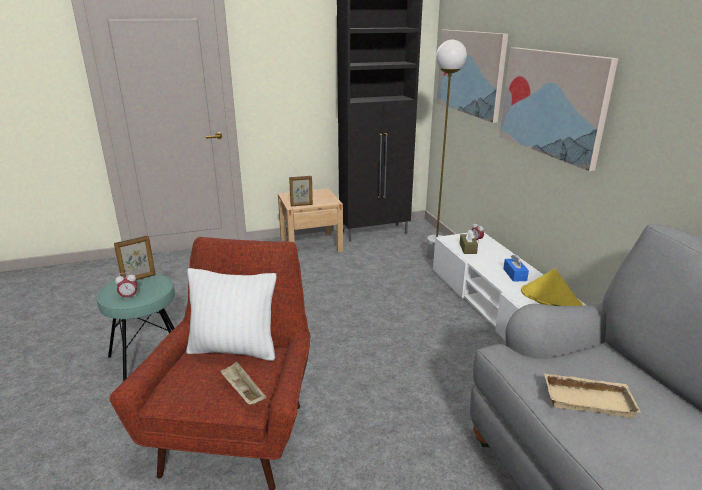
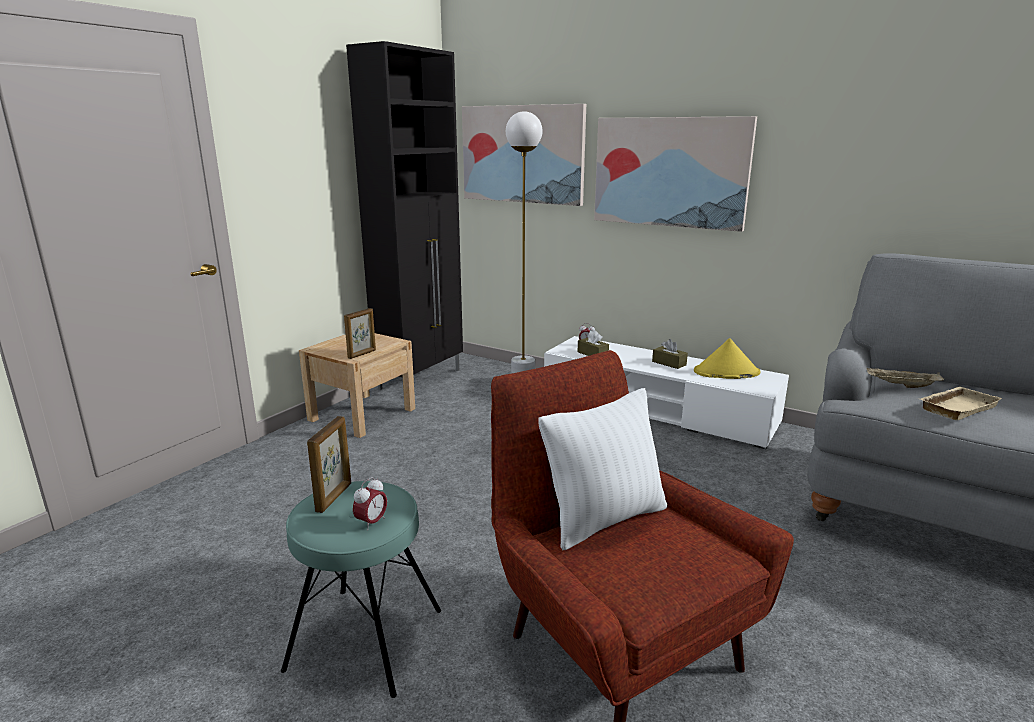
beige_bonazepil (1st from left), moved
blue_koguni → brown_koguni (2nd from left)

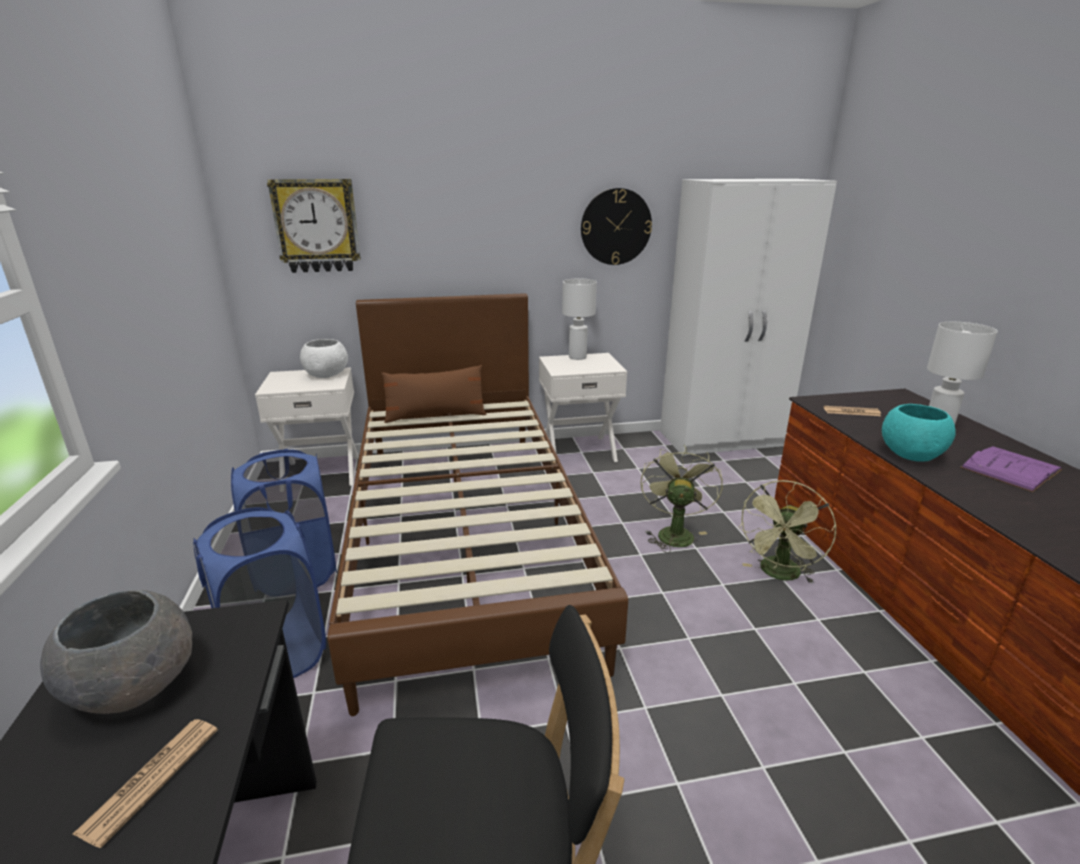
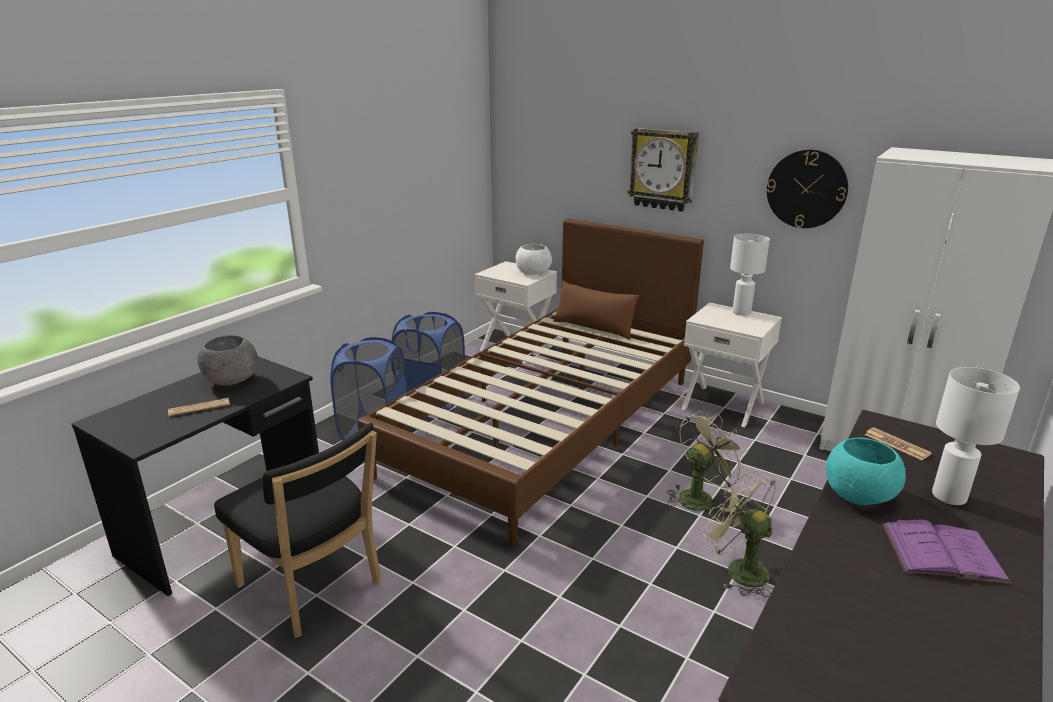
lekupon (1st from left), moved
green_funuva (2nd from left), 60 degrees clockwise

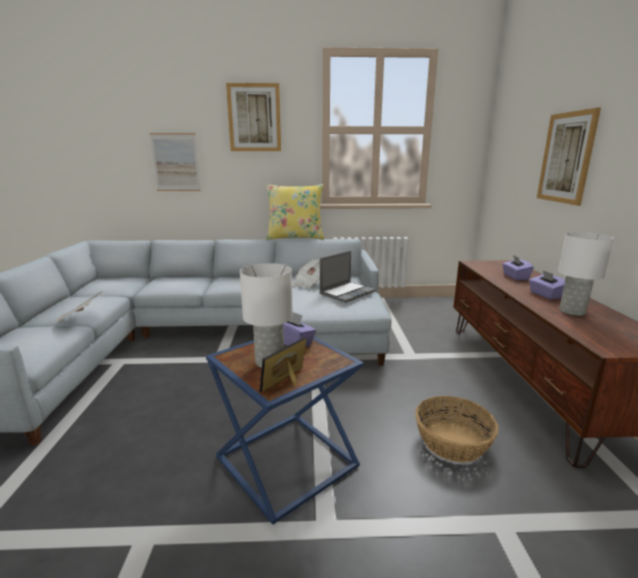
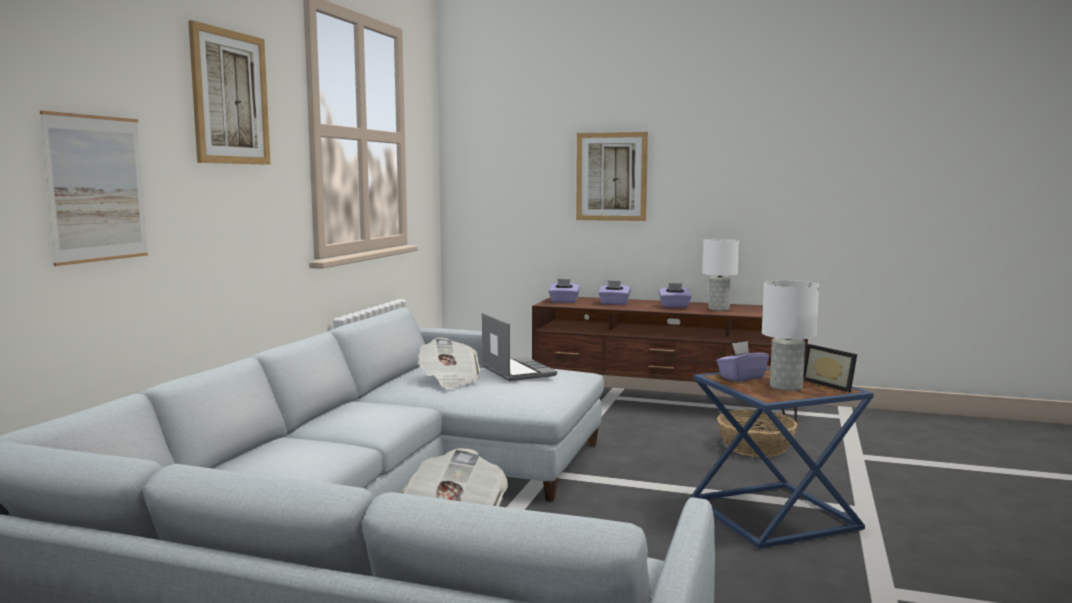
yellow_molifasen → -
- → purple_koguni (1st from left)

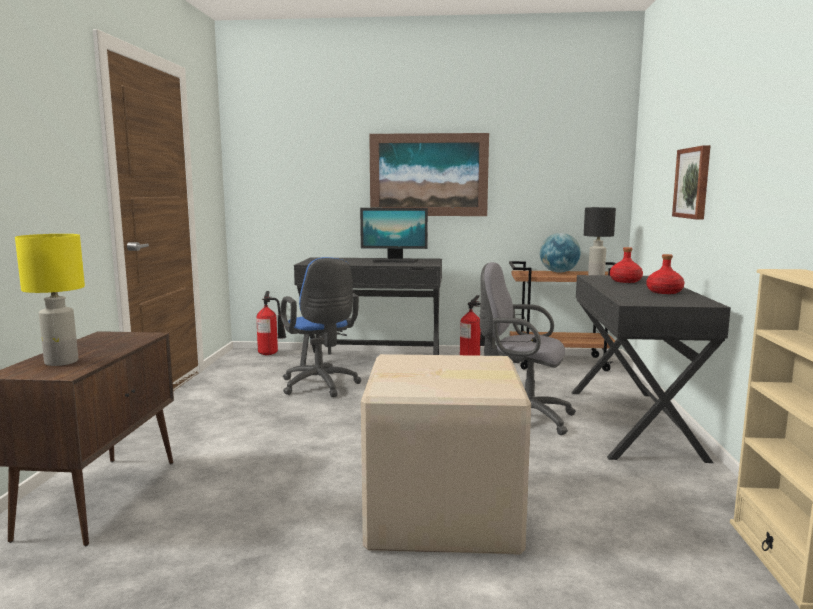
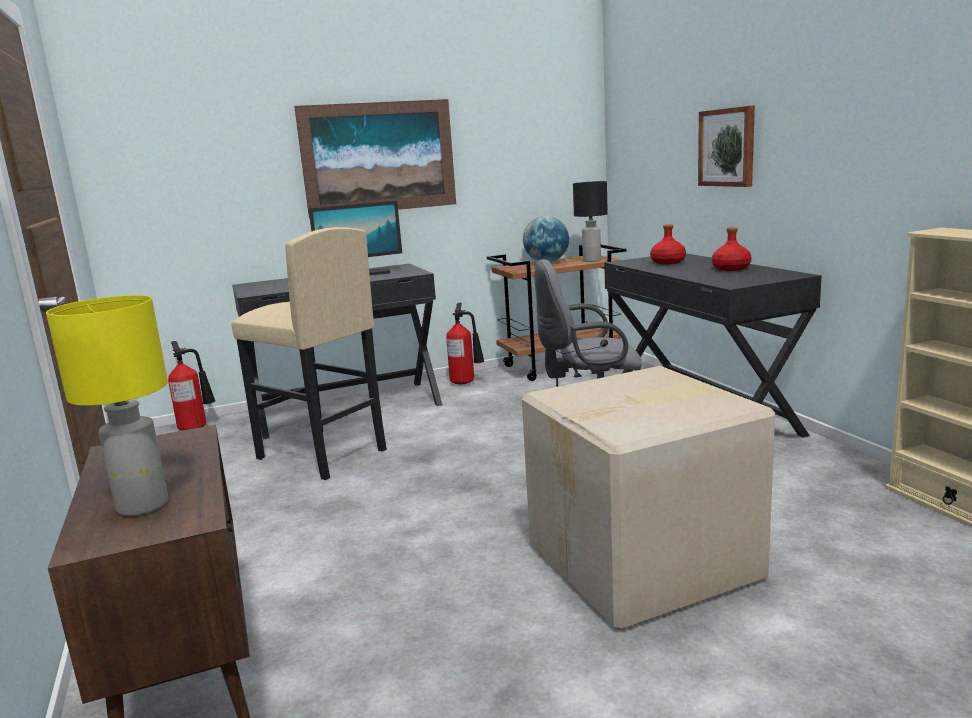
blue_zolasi → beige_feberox

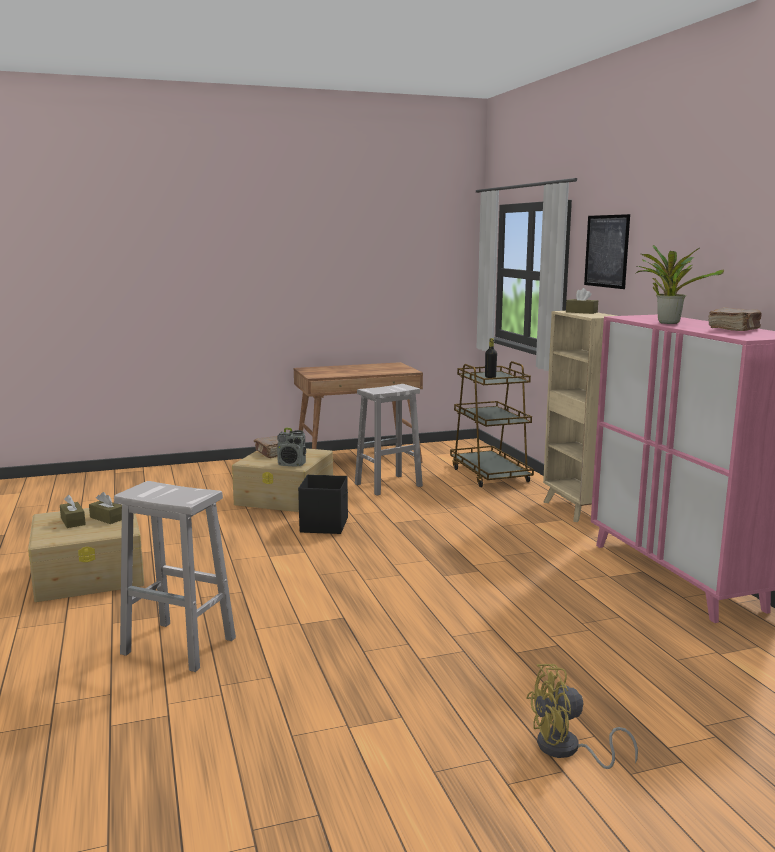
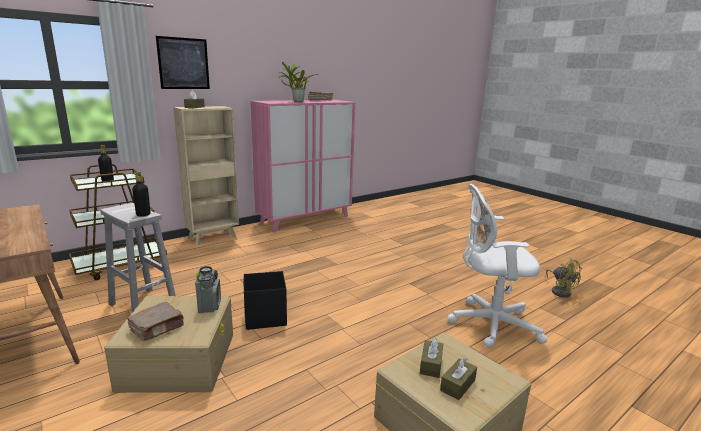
white_feberox (1st from left) → white_zolasi
yellow_funuva, moved
- → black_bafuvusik (2nd from left)

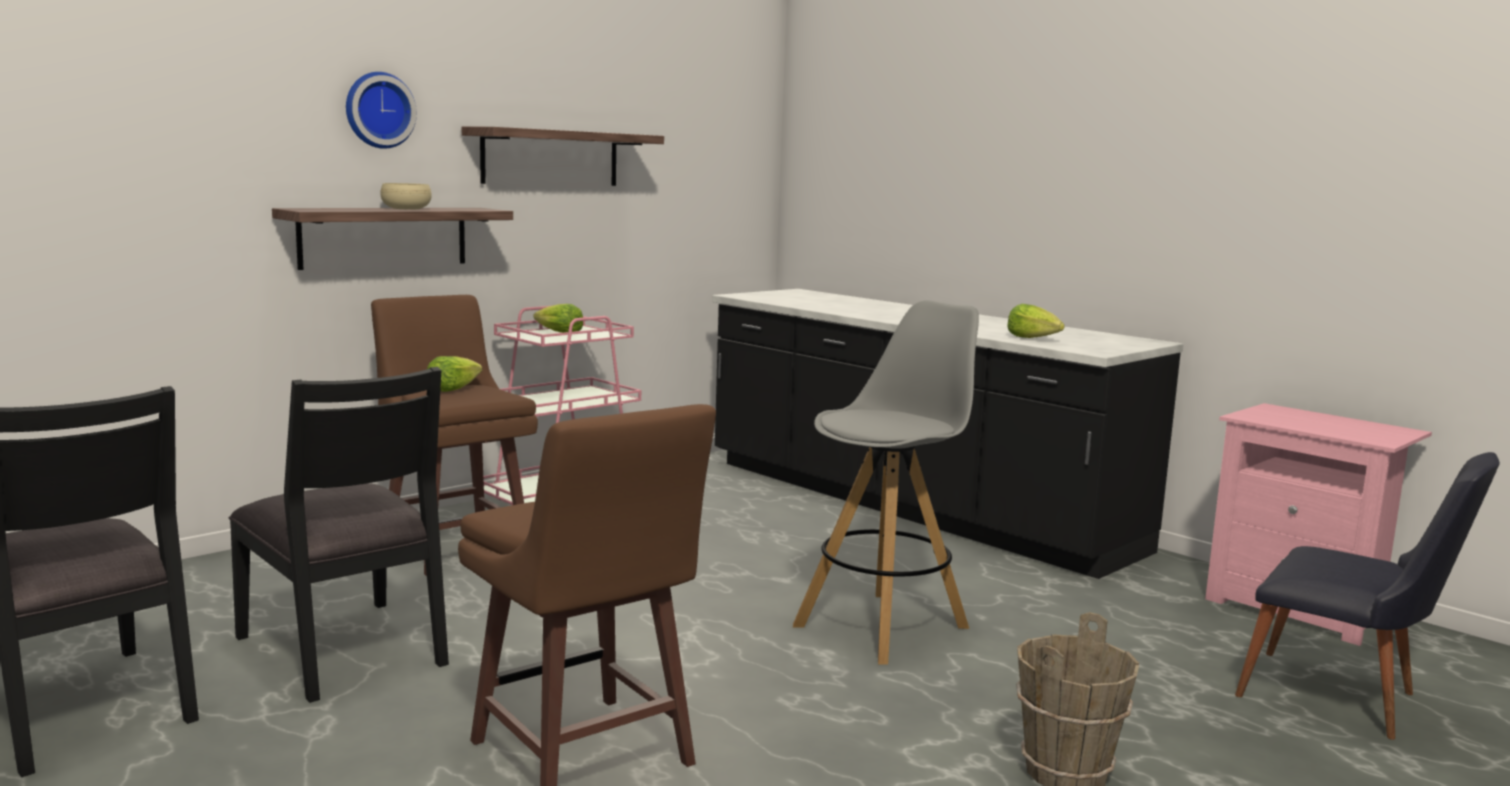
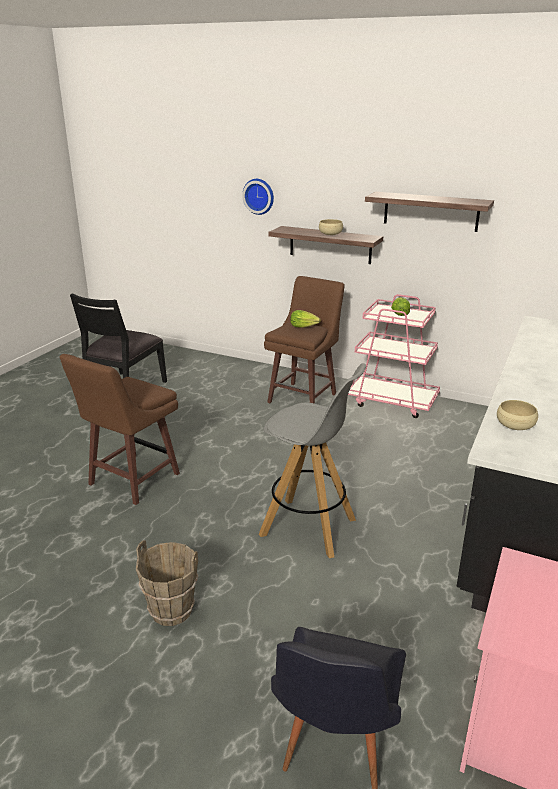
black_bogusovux (2nd from left) → -
lekupon, moved
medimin (3rd from left) → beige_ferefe (2nd from left)

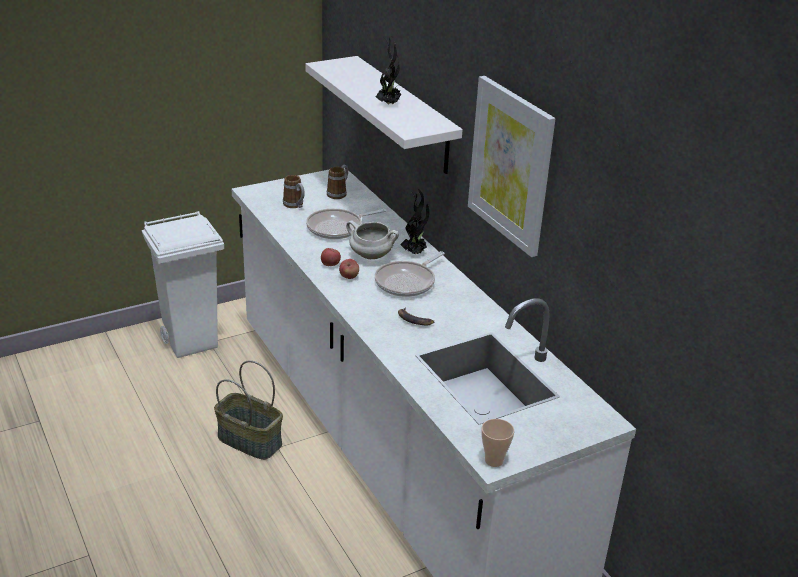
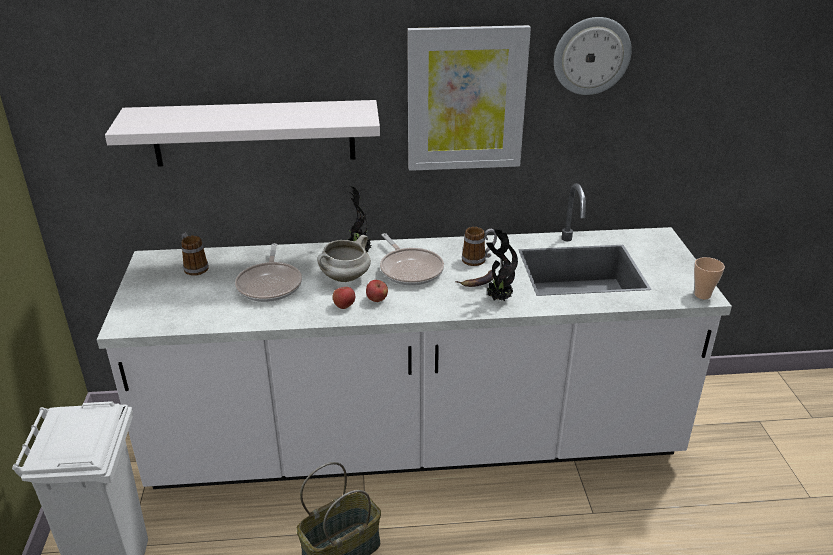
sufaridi (1st from left in the first image) → sufaridi (2nd from left), moved
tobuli (1st from left in the first image) → tobuli (2nd from left), moved
- → lekupon

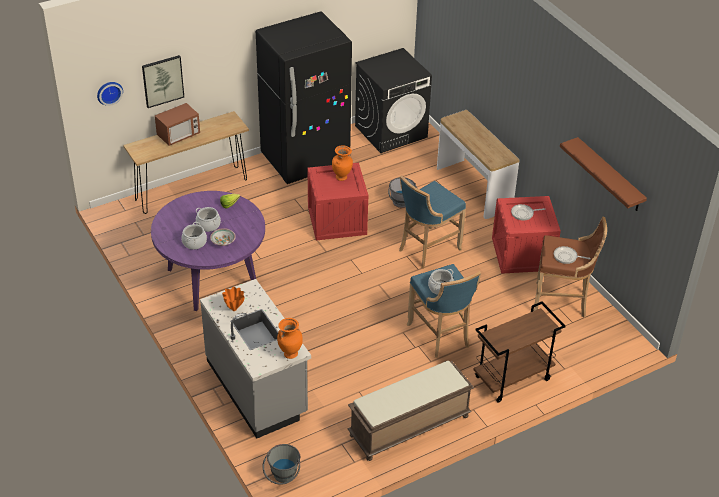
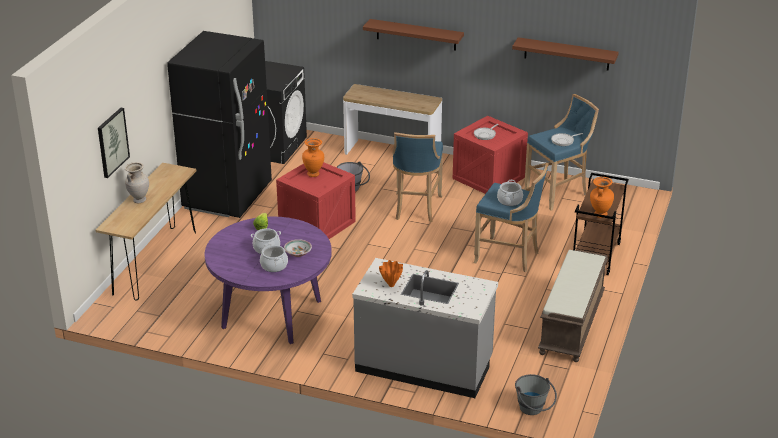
lekupon → -
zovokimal → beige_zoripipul
orange_zoripipul (2nd from left in the first image) → orange_zoripipul (3rd from left), moved
brown_feberox → blue_feberox (3rd from left)
- → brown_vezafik (1st from left)

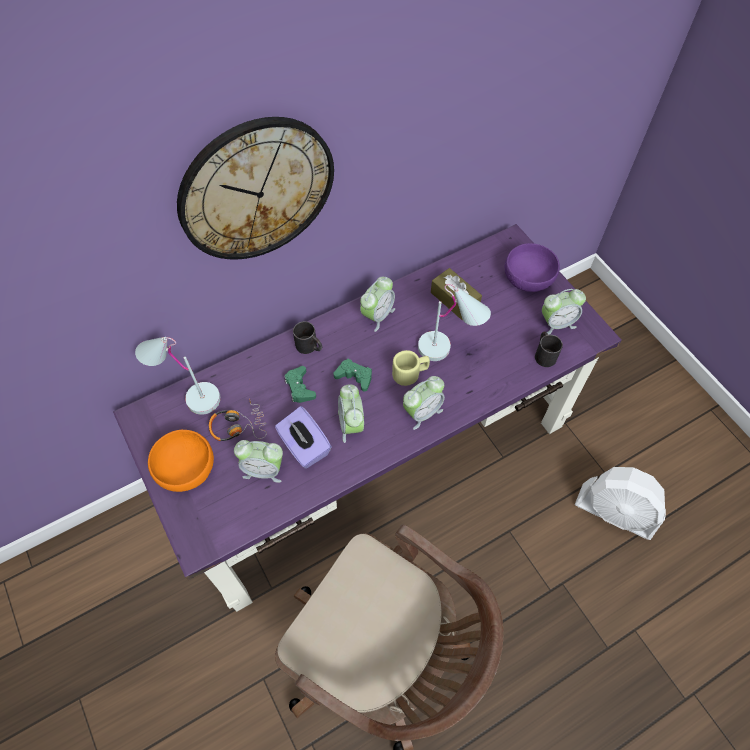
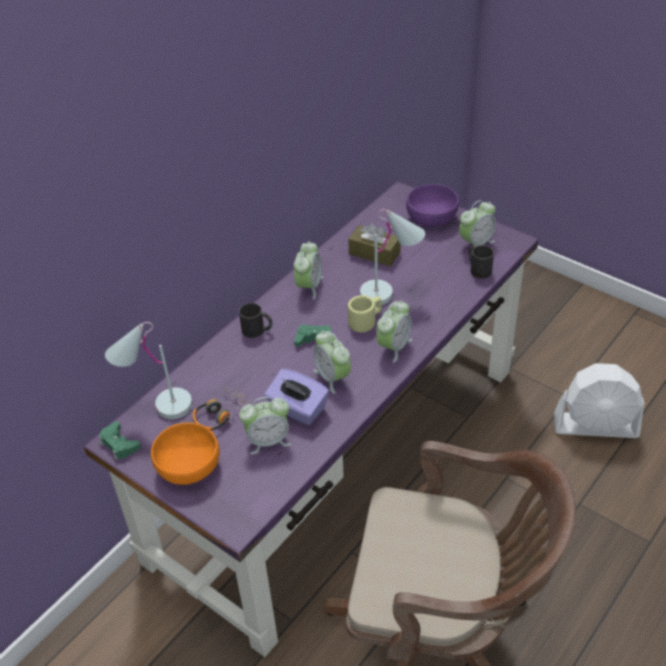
lekupon → -
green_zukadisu (1st from left), moved

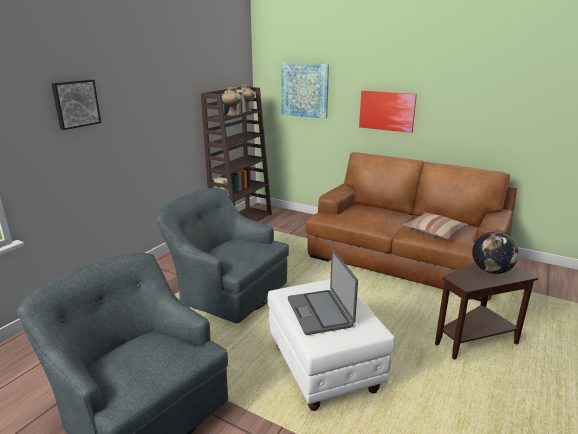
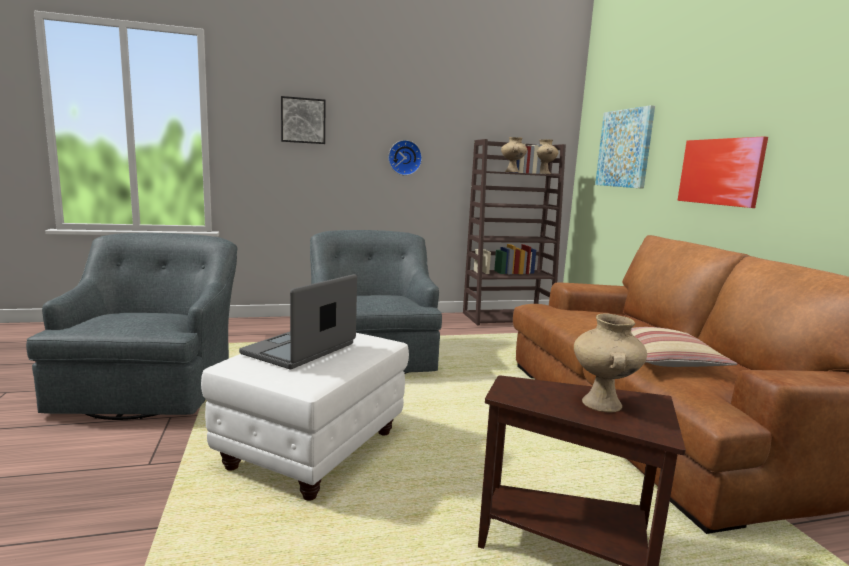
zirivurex → beige_zoripipul (3rd from left)
- → lekupon

